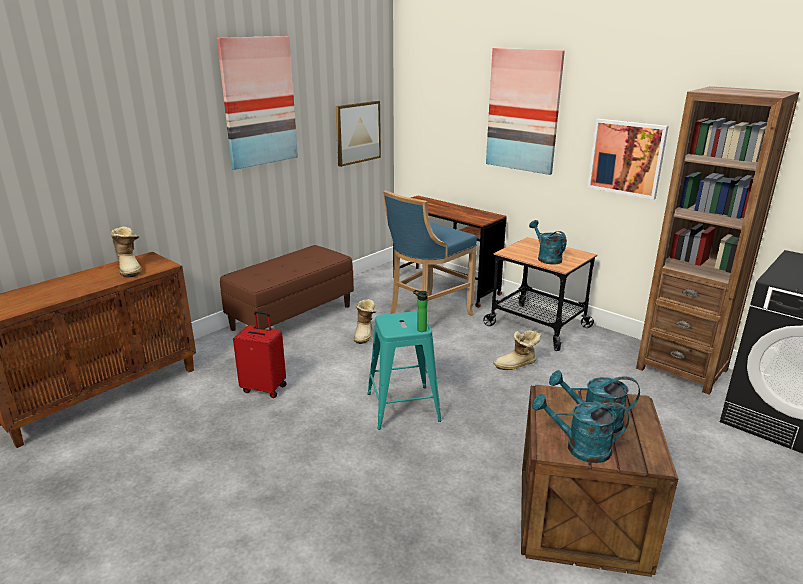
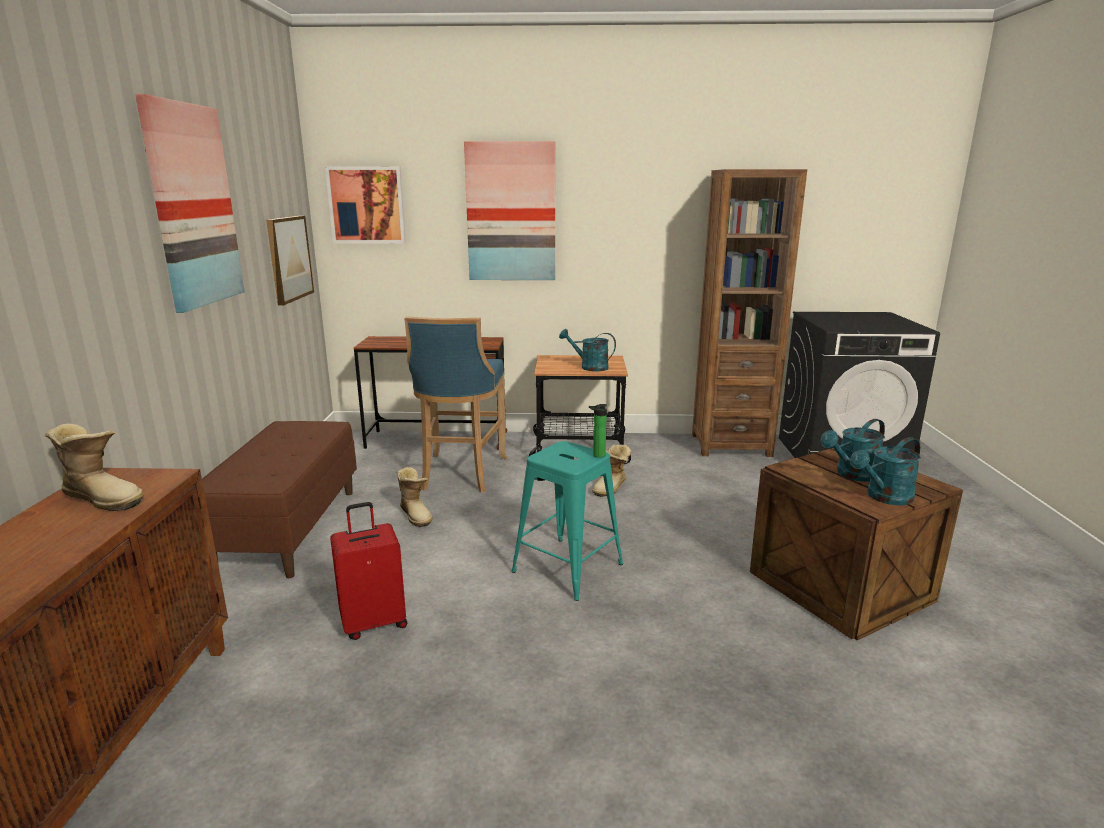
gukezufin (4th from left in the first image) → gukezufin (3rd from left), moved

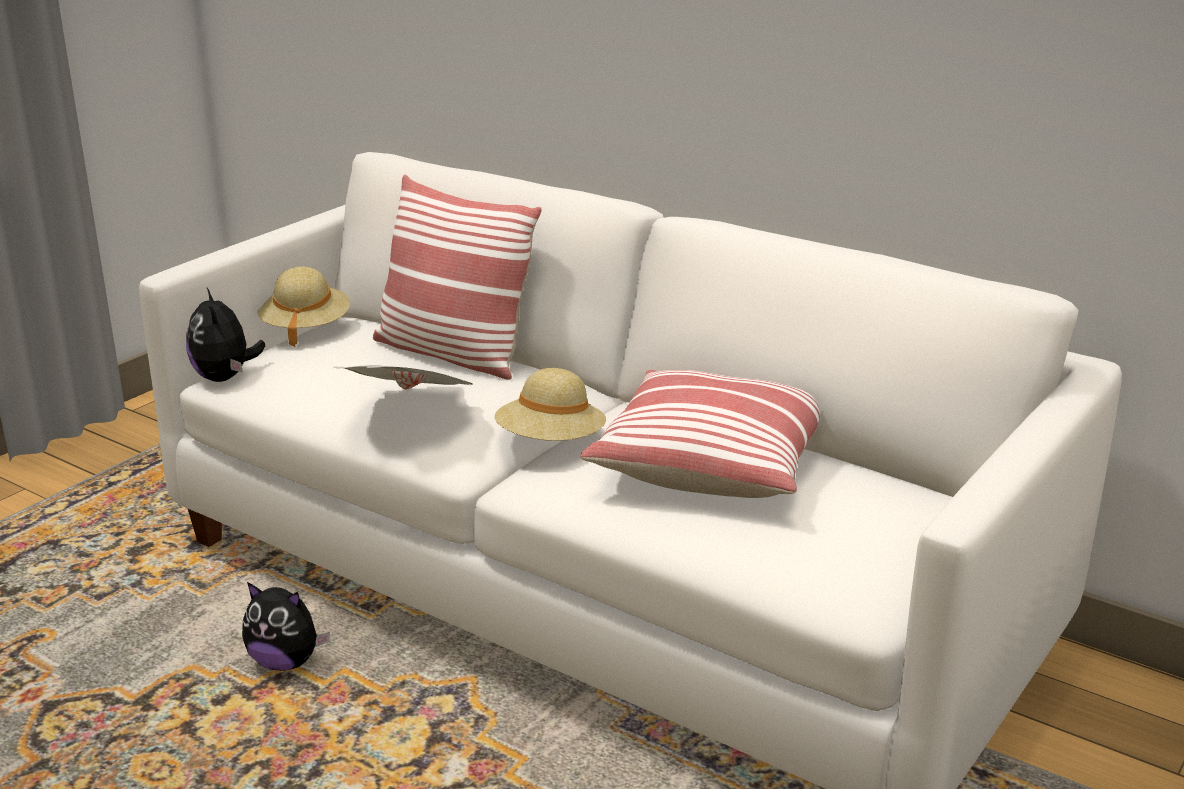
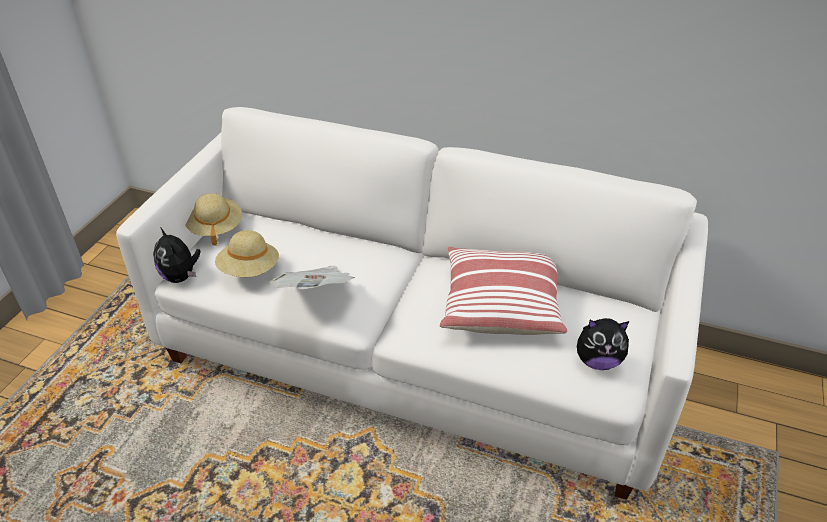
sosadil (2nd from left), moved
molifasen (1st from left) → -
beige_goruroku (2nd from left), moved

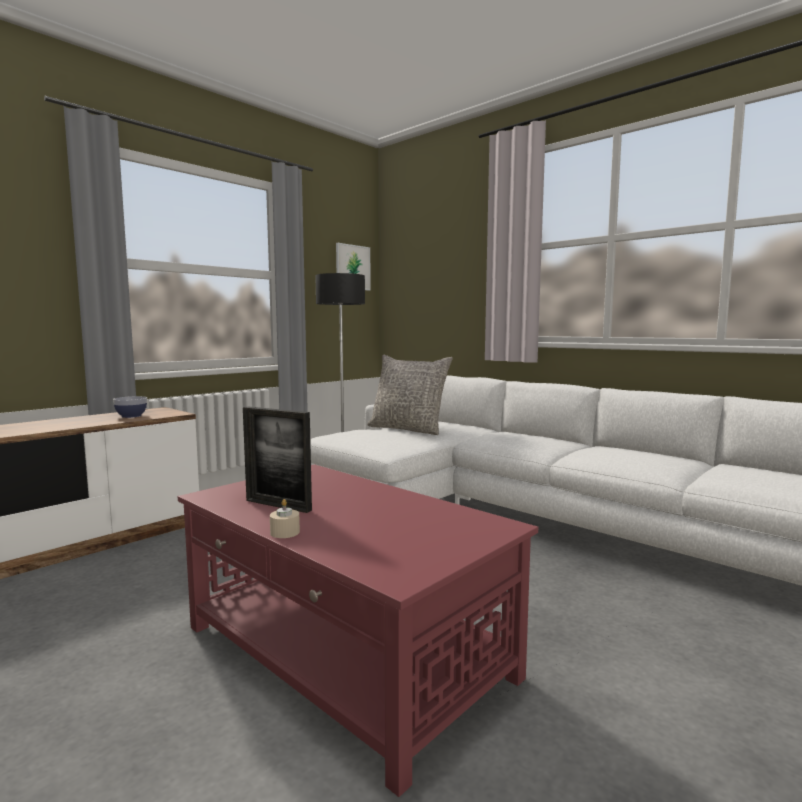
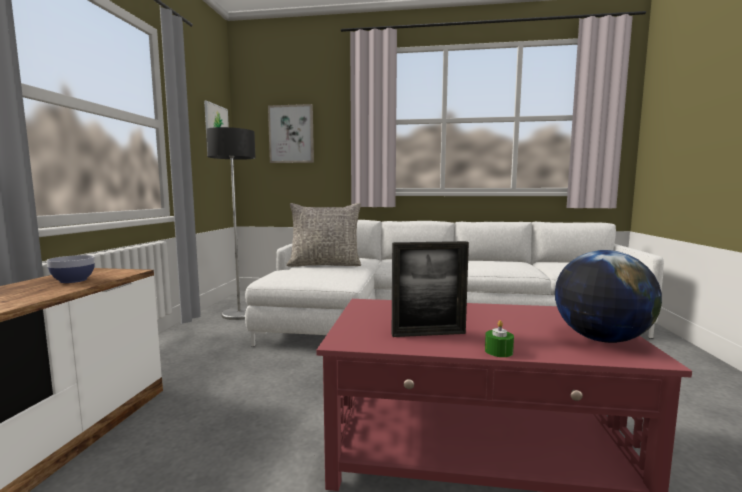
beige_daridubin → green_daridubin
- → gukezufin (2nd from left)
- → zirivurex

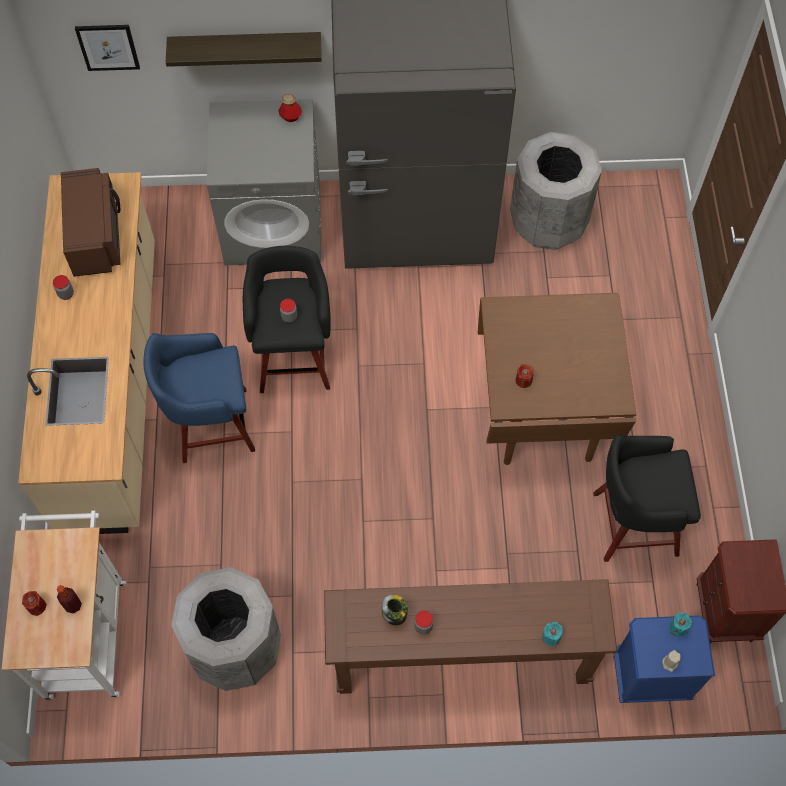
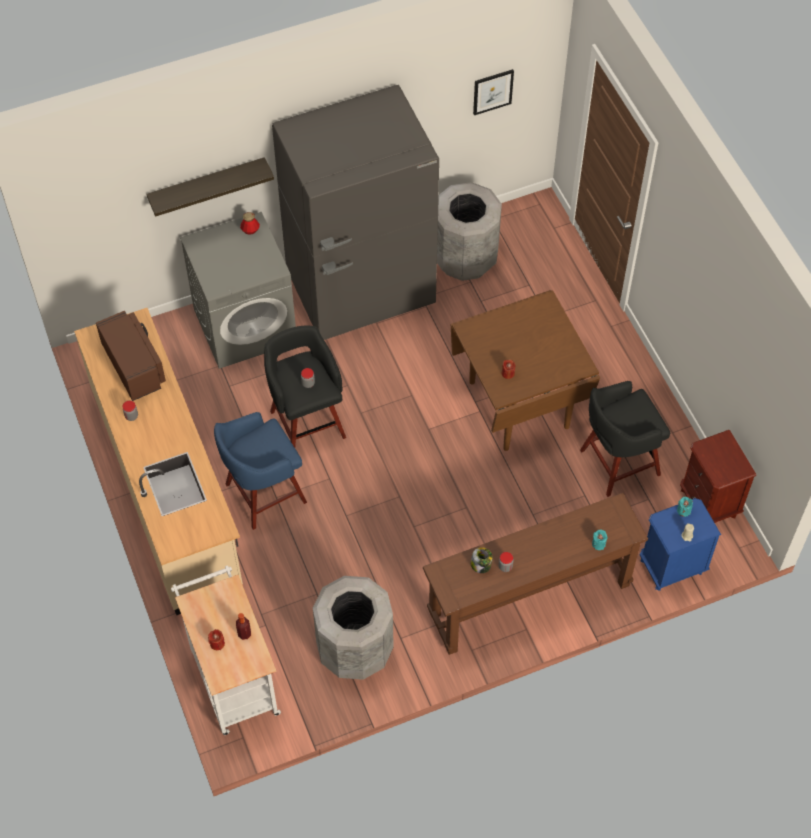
gukezufin, moved

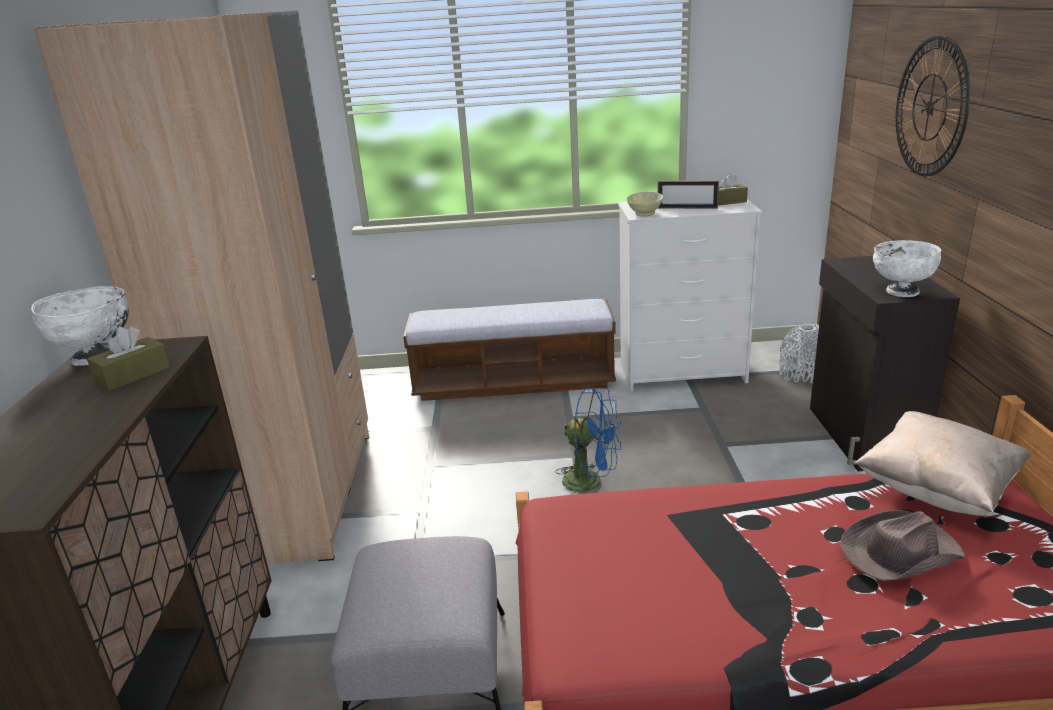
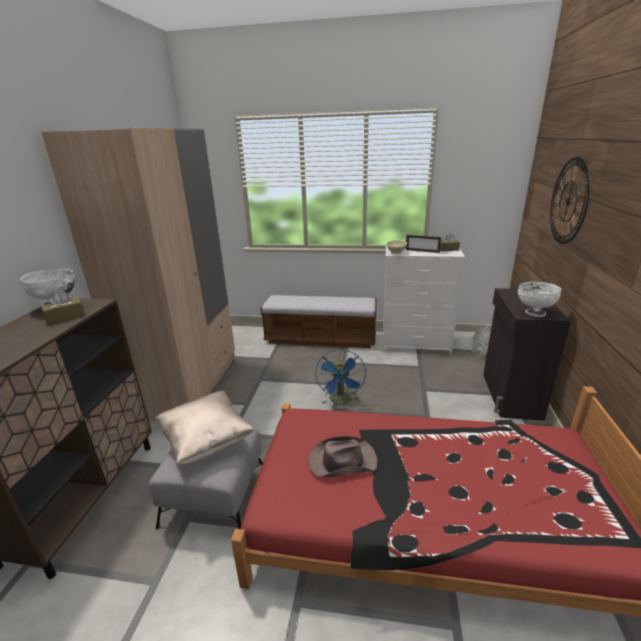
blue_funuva, 60 degrees clockwise
brown_goruroku, moved
beige_molifasen, moved

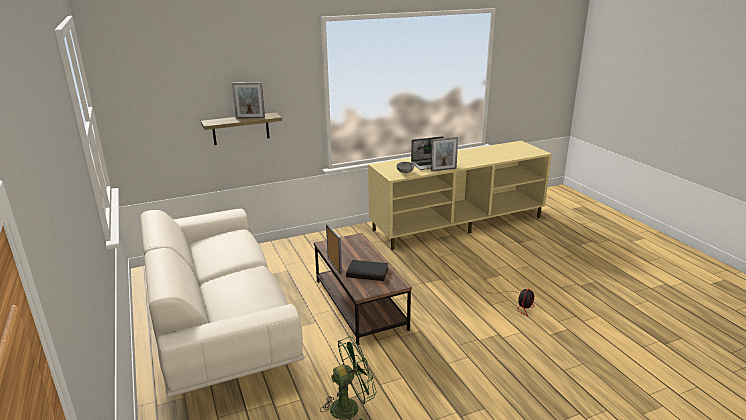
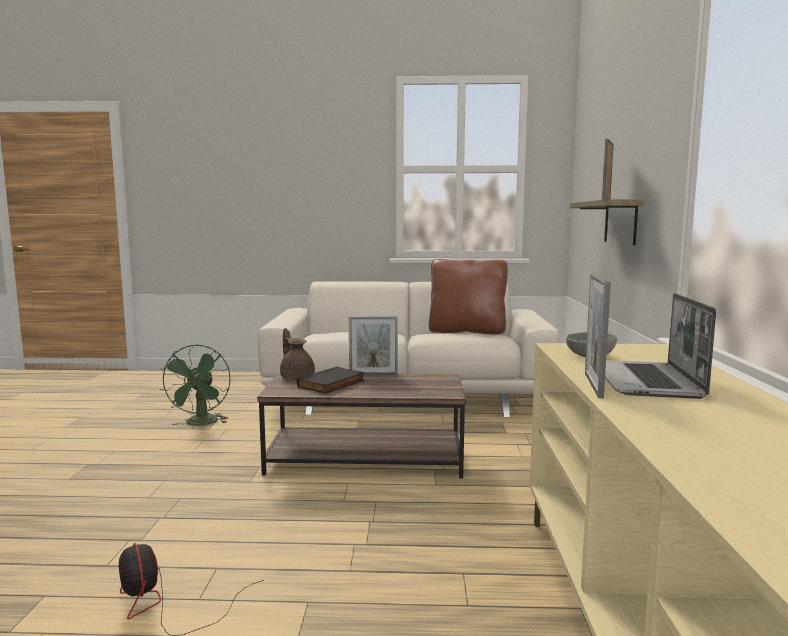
- → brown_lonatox
- → brown_molifasen

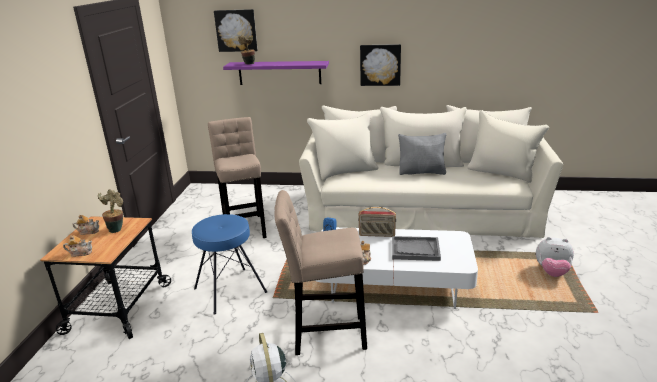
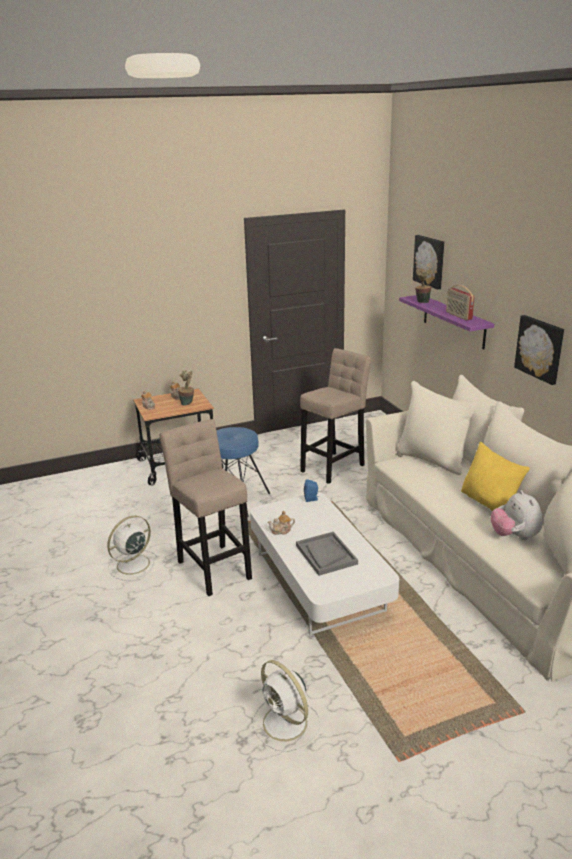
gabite, moved
grey_molifasen → yellow_molifasen
sosadil, moved
- → white_funuva (2nd from left)

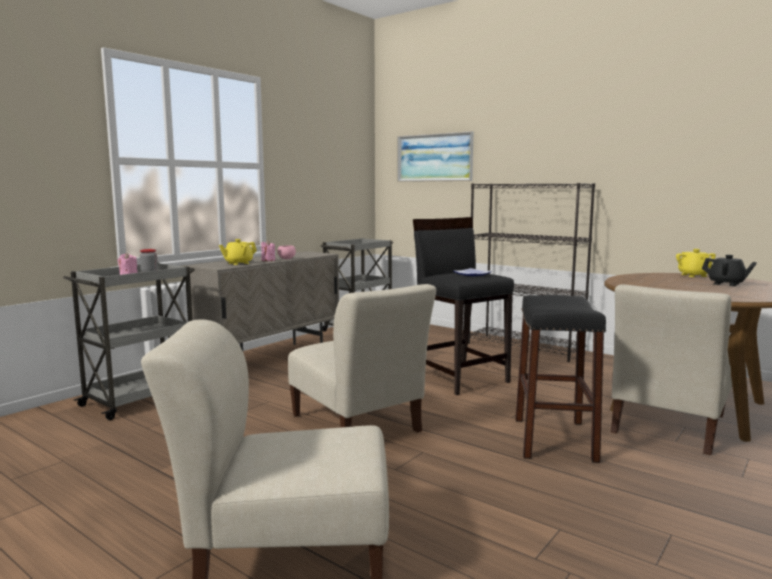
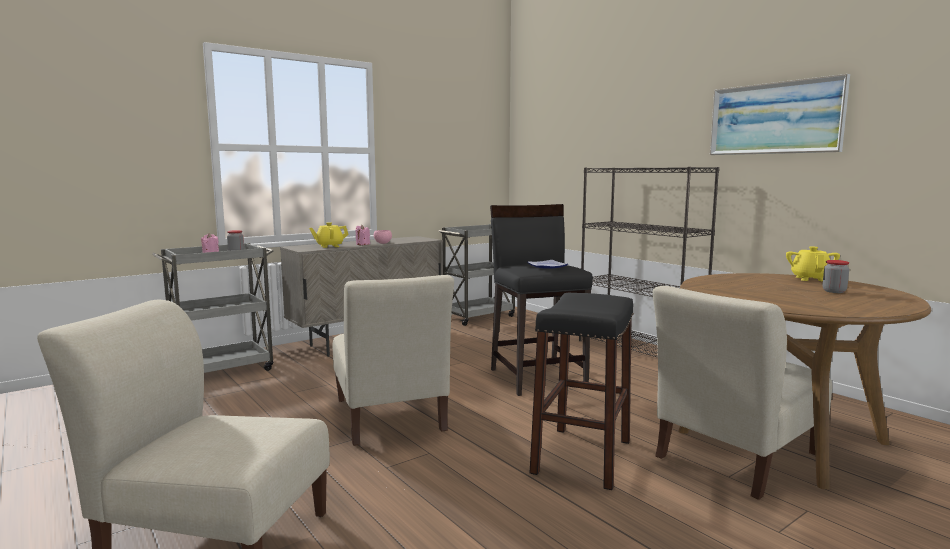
gukezufin, moved
black_lonatox → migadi (2nd from left)

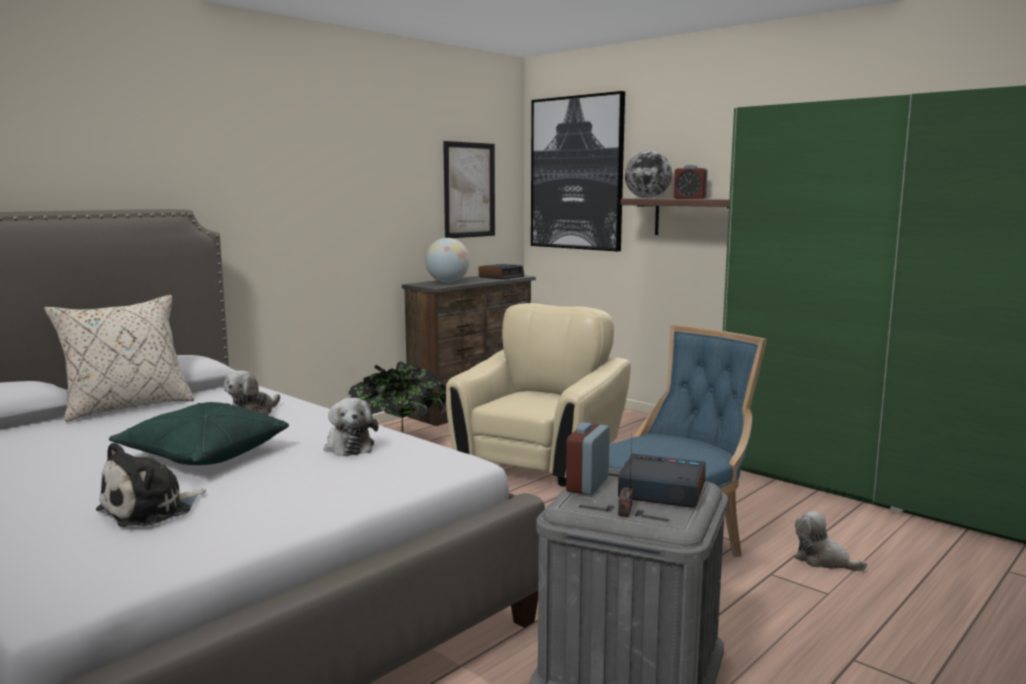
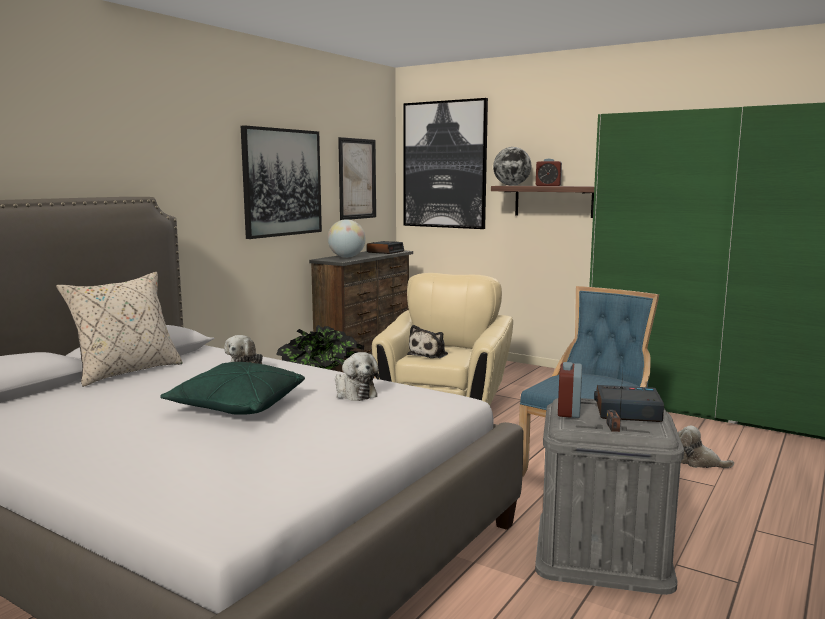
sosadil (1st from left in the first image) → sosadil (3rd from left), moved
- → gukezufin (1st from left)

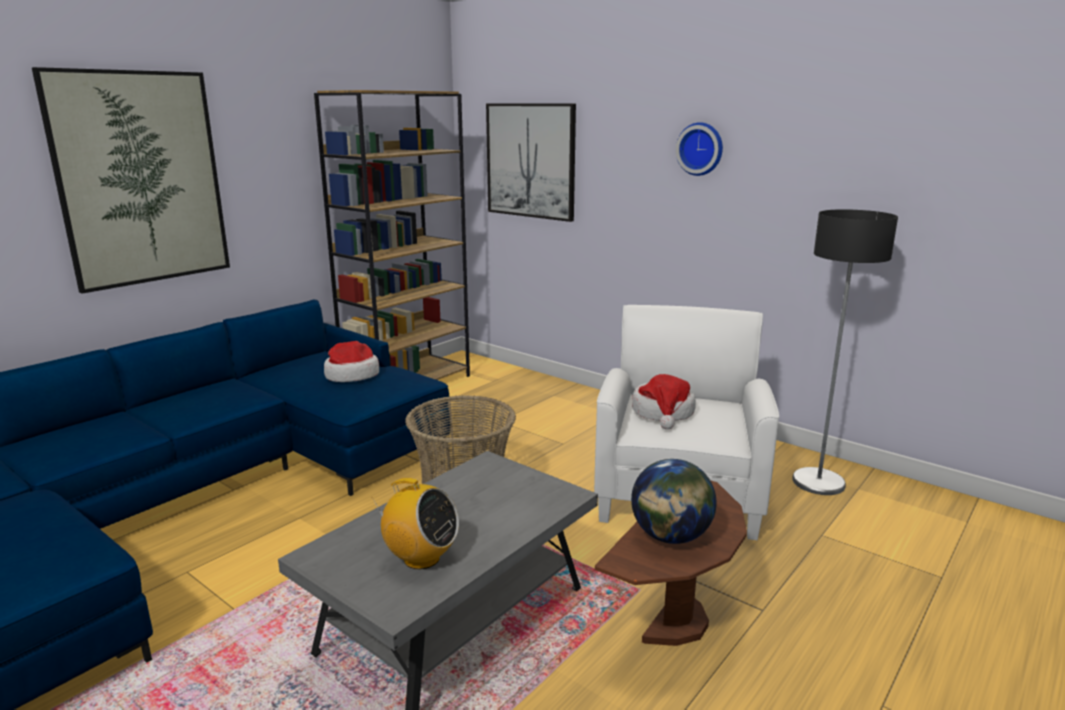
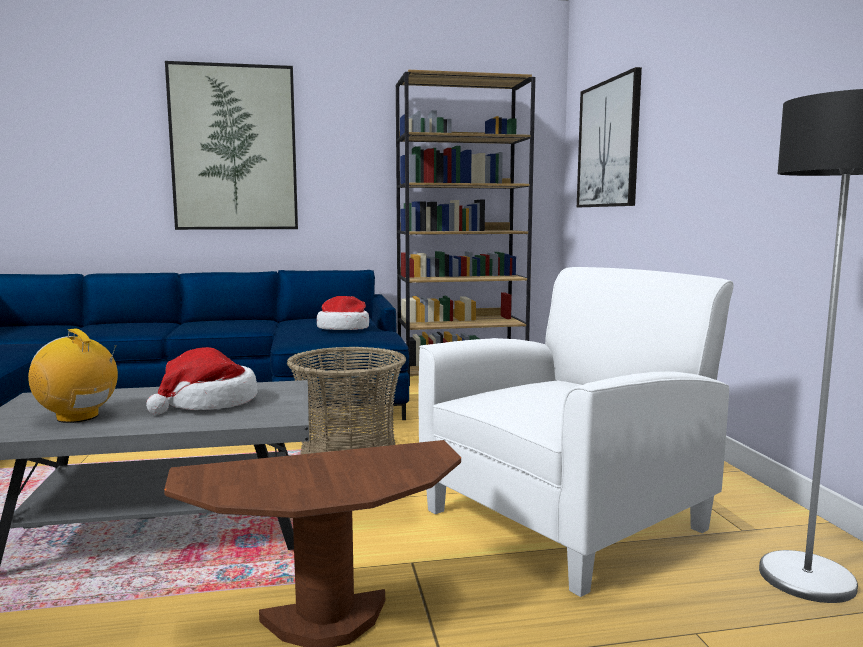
gabite, 150 degrees clockwise
zirivurex → -
goruroku (2nd from left in the first image) → goruroku (1st from left), moved
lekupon → -

